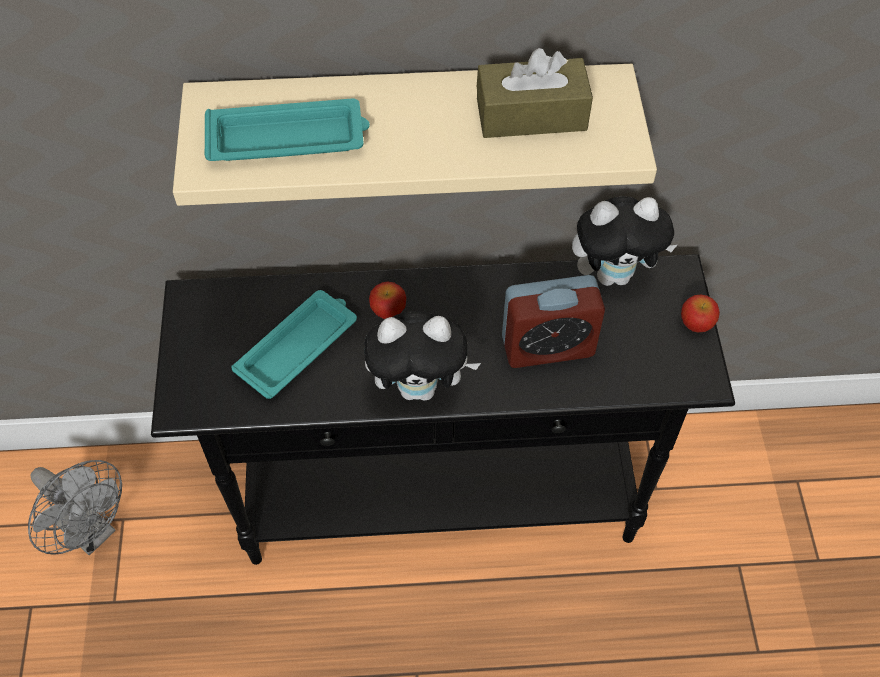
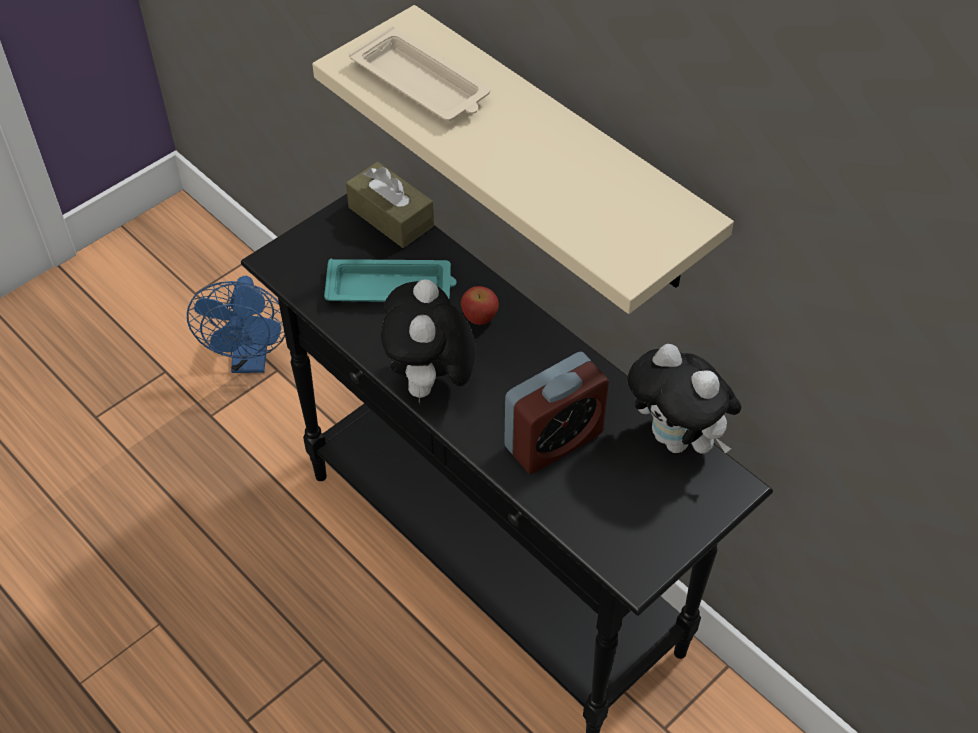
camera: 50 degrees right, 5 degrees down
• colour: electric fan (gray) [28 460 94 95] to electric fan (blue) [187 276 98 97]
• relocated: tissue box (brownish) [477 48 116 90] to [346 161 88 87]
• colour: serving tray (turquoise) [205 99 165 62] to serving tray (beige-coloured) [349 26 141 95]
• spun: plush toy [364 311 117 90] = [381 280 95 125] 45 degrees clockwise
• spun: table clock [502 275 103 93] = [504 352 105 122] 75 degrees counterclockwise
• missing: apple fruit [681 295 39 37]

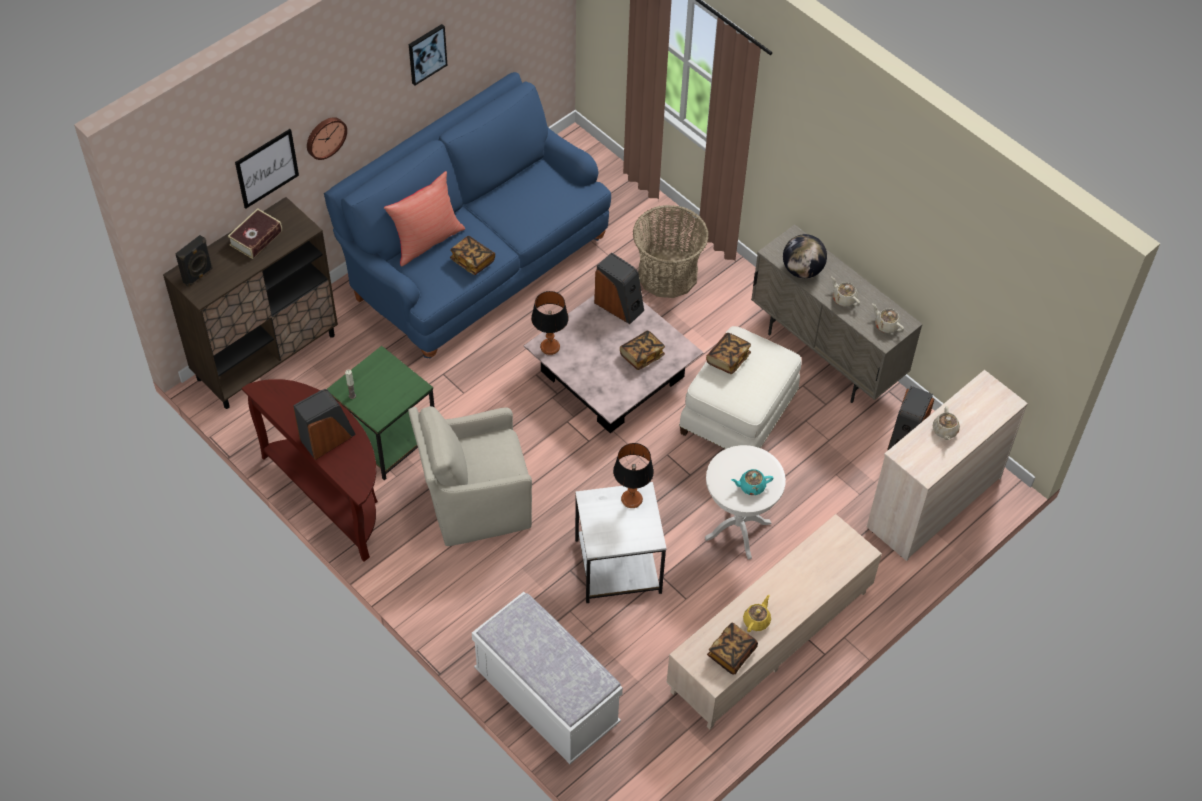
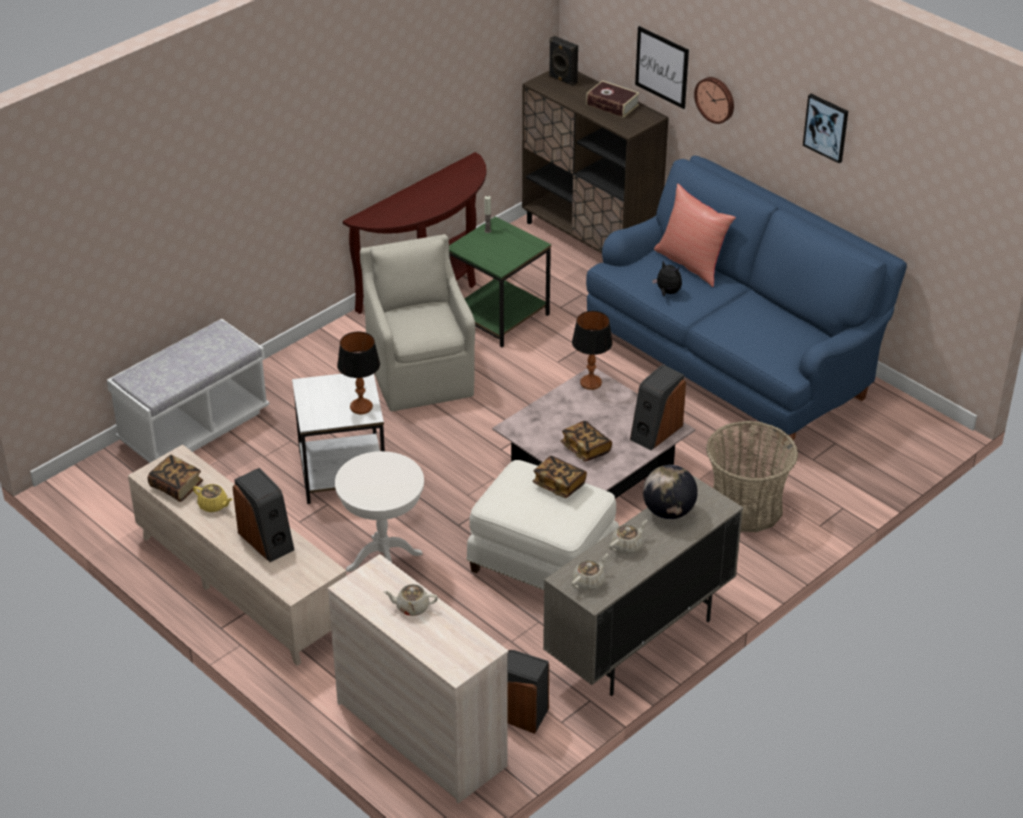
camera: 90 degrees right, 15 degrees down
• relocated: speaker [293 389 63 71] to [232 468 62 94]
• exchanged: volume [450 236 45 39] to plush toy [652 261 30 35]
• missing: teapot (turquoise) [731 469 42 26]

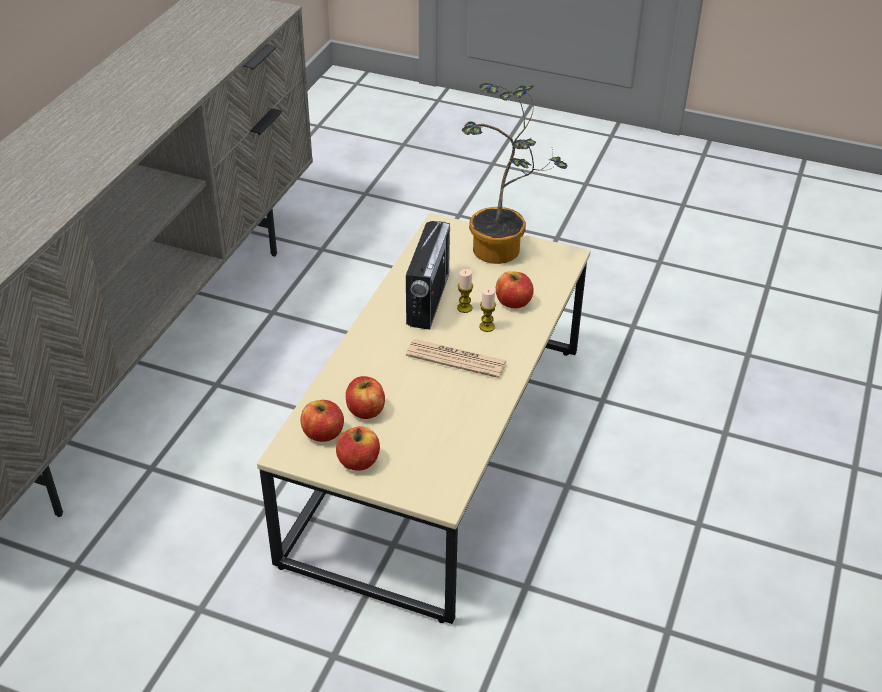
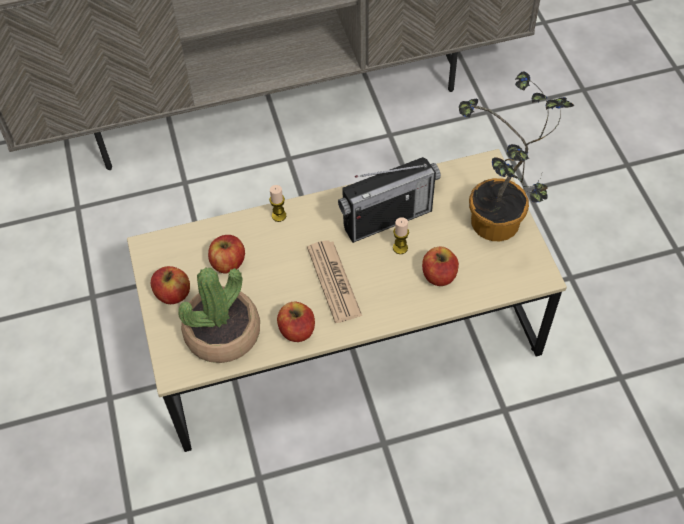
camera: 55 degrees right, 15 degrees up
• appeared: potted plant [178 267 82 96]
• relocated: wax candle [479 288 17 44] to [269 185 17 37]
• relocated: apple fruit [300 400 44 42] to [277 302 38 40]

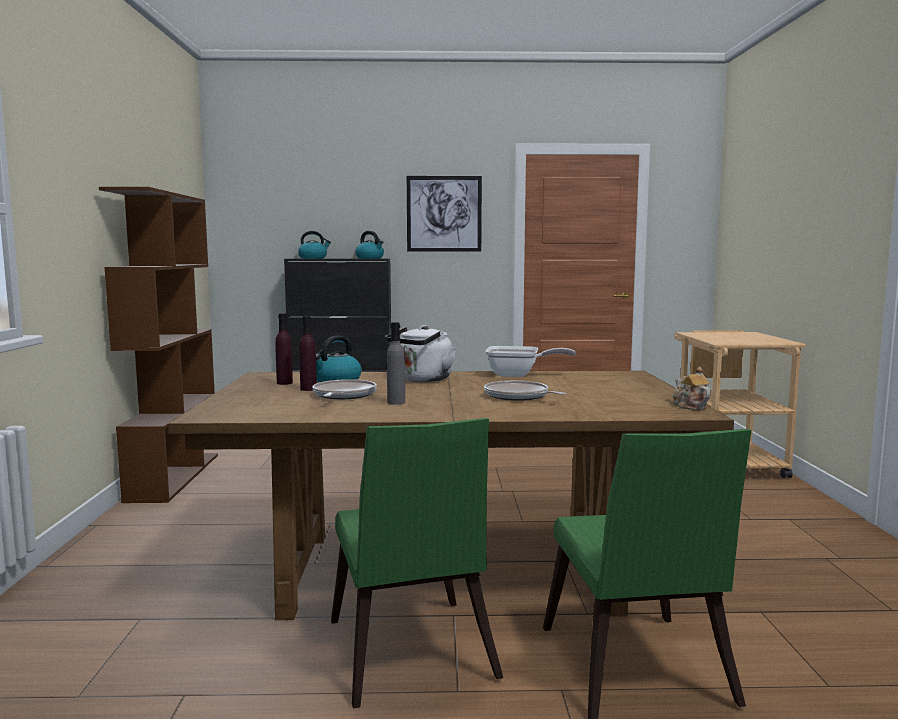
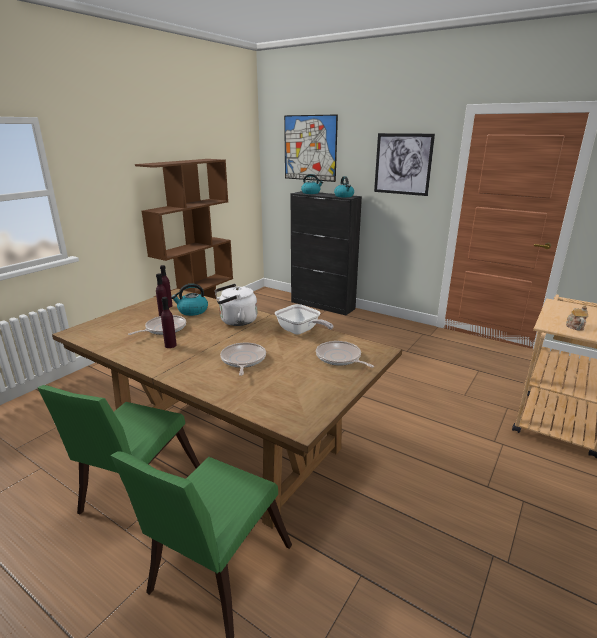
camera: 35 degrees right, 15 degrees up
• colour: beverage bottle (gray) [387 322 18 83] to beverage bottle (purplish) [161 297 16 51]
• appeared: wall art [284 115 54 67]
• appeared: frying pan [316 341 58 27]
• relocated: teapot [673 367 38 43] to [566 305 22 26]

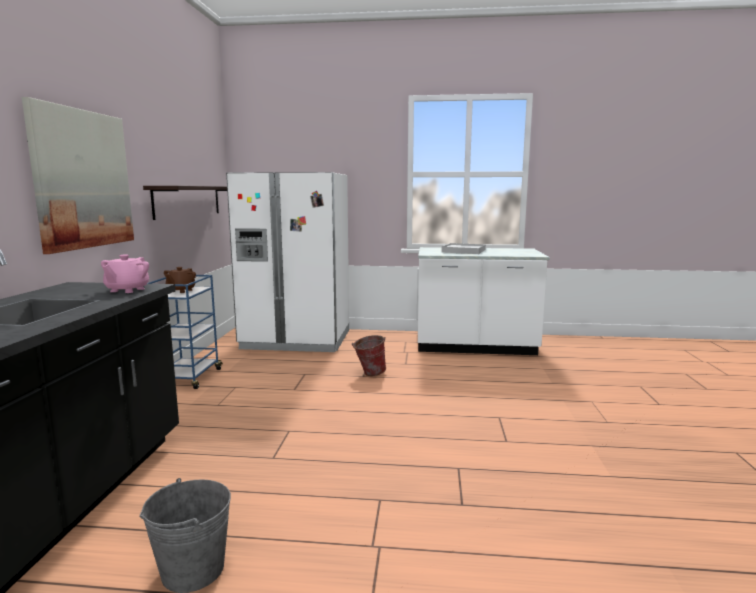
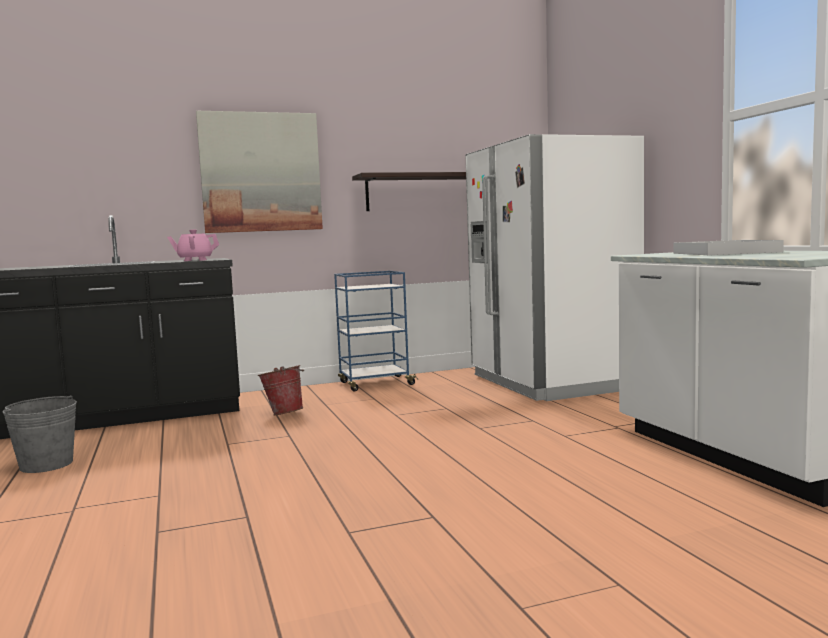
camera: 65 degrees right, 5 degrees down
• relocated: pail [352 335 34 41] to [258 365 46 50]
• missing: teapot (brownish) [164 267 32 26]

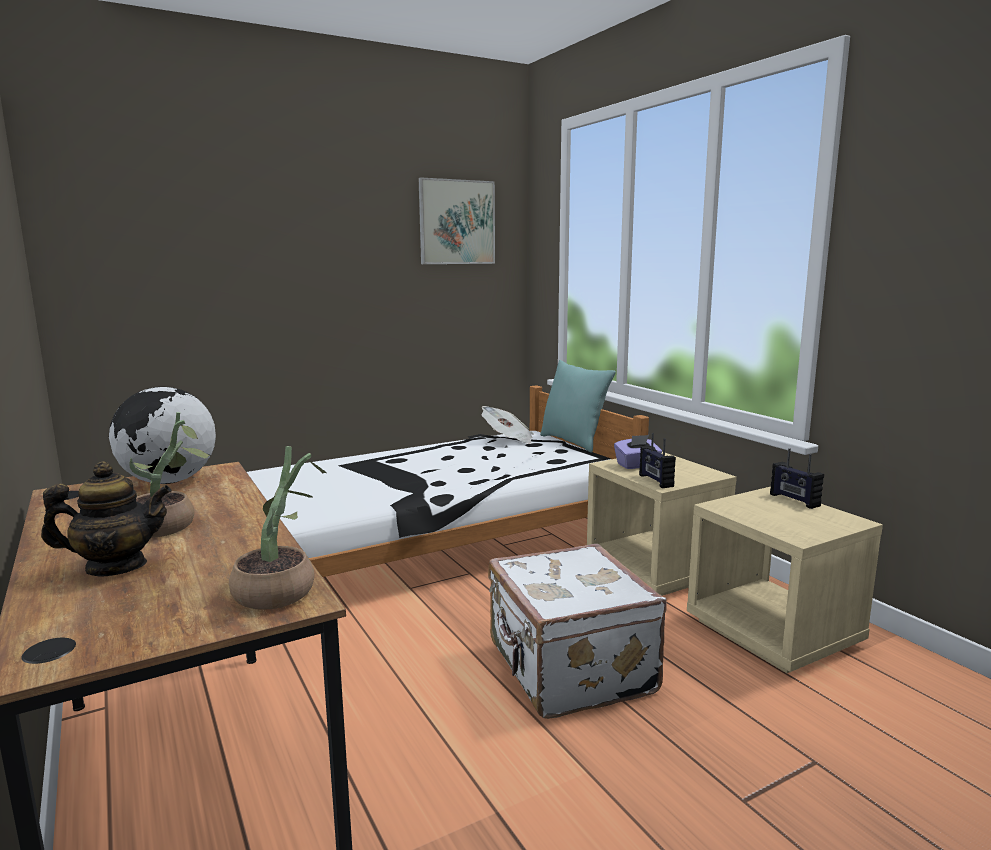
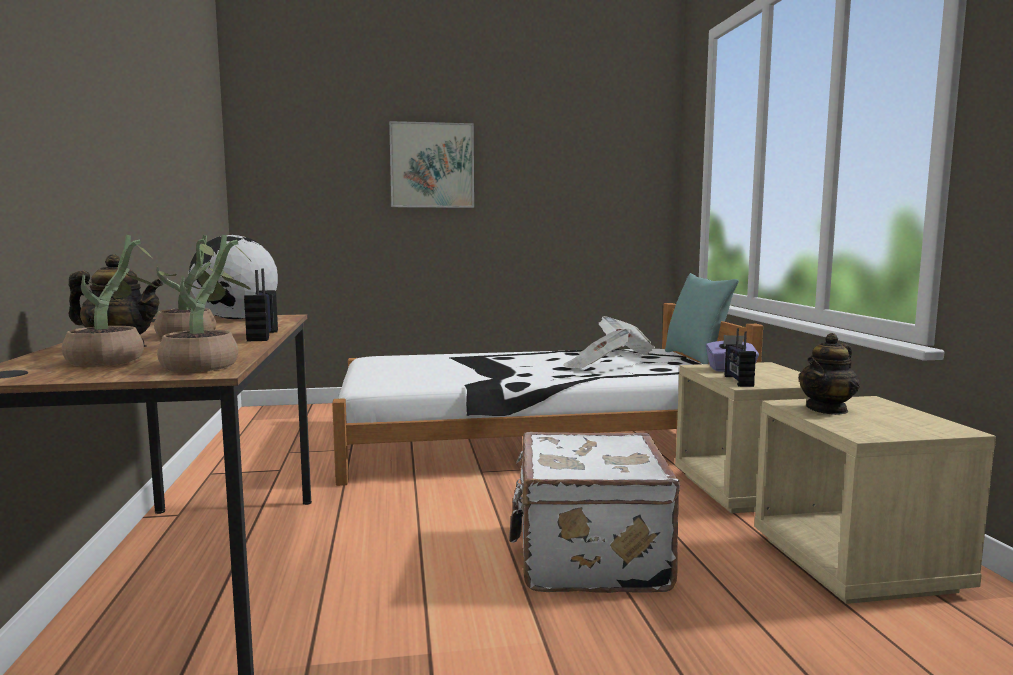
camera: 20 degrees right, 5 degrees down
• appeared: potted plant [62 235 95 132]
• relocated: radio [770 448 54 61] to [244 269 34 72]
• relocated: wall art [419 177 76 87] to [389 121 85 87]
• appeared: daily paper [563 329 69 39]
• appeared: teapot [799 333 61 82]

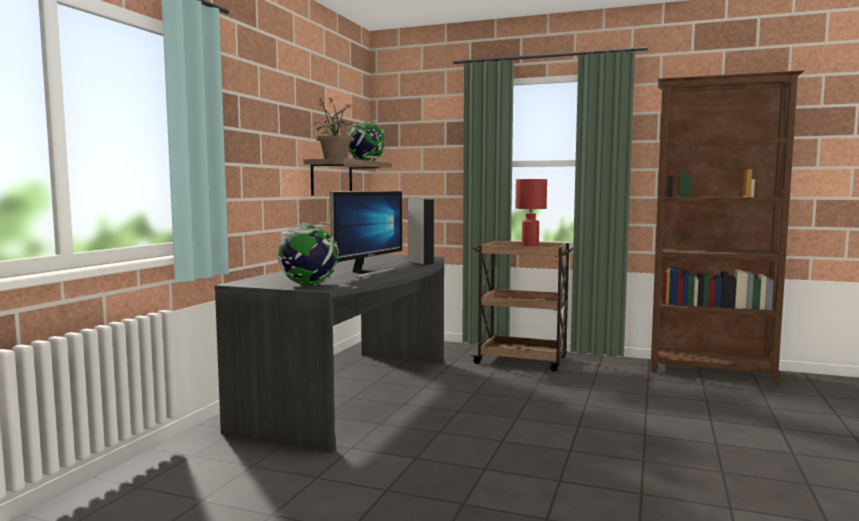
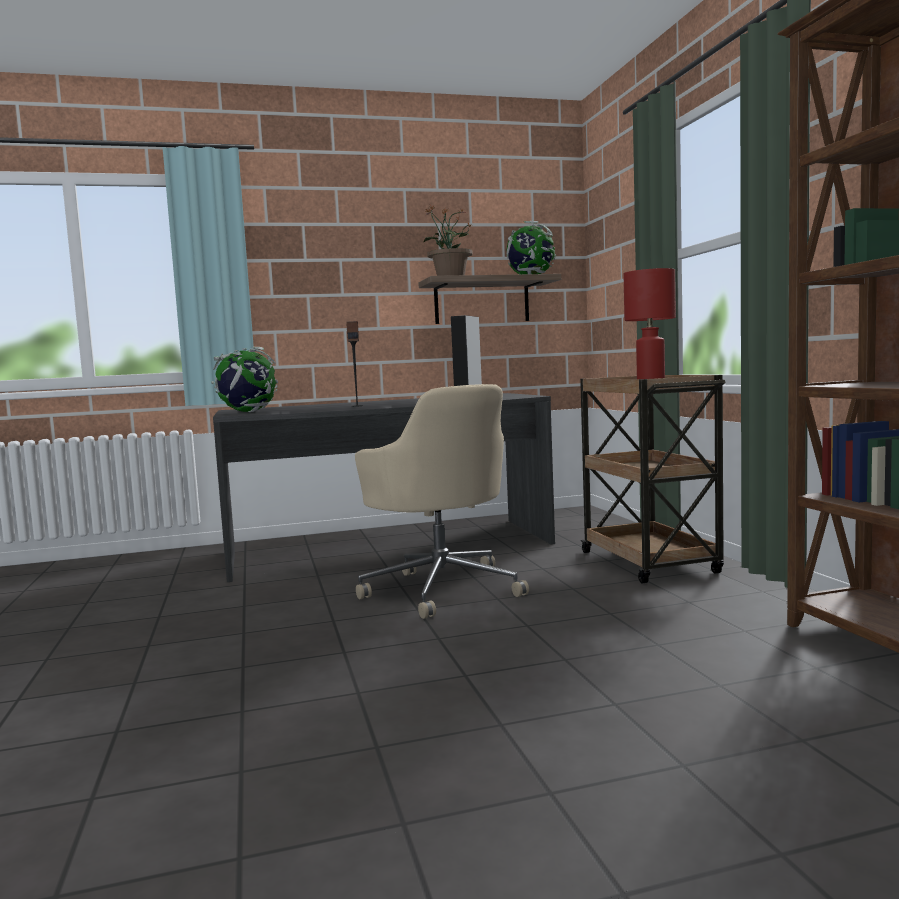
camera: 55 degrees right, 0 degrees up
• exchanged: computer screen [330 191 72 87] to speaker [346 321 17 86]
• appeared: desk chair (beige-coloured) [355 384 174 235]

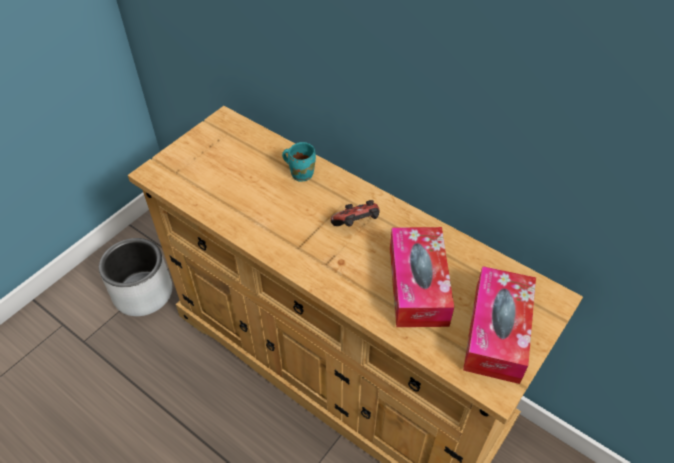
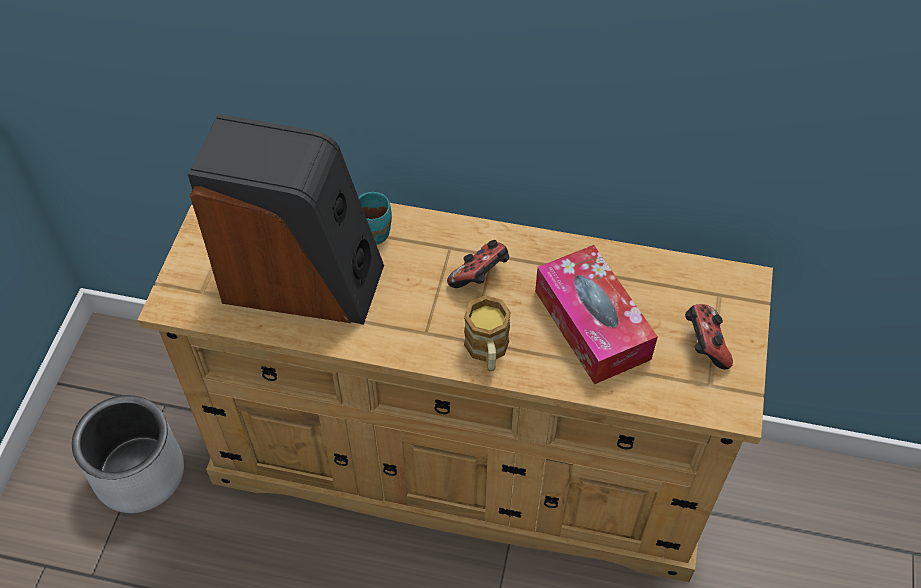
camera: 25 degrees left, 5 degrees up
• appeared: speaker [188 114 196 211]
• appeared: coffee mug [464 295 47 76]
• exchanged: tissue box [463 266 73 118] to gamepad [685 304 48 65]

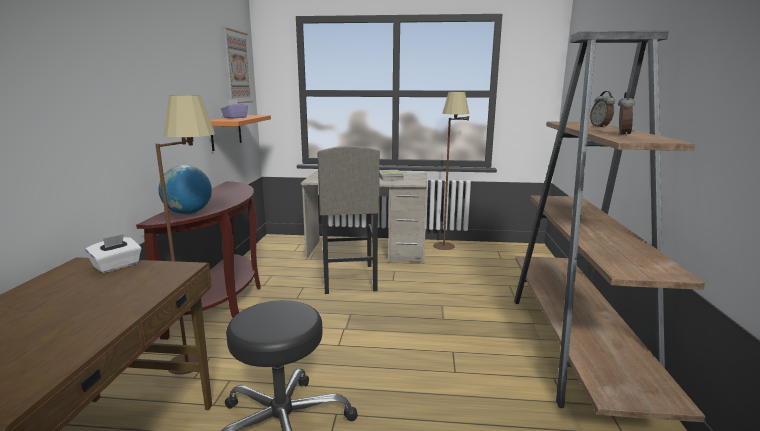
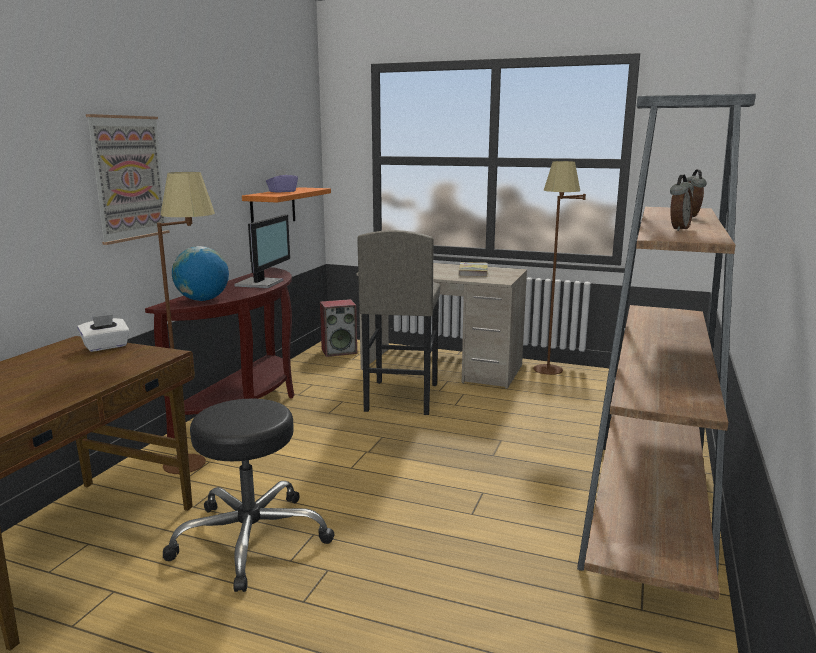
camera: 15 degrees right, 0 degrees up
• relocated: wall art [223 27 30 77] to [86 114 84 131]
• appeared: computer screen [234 215 56 73]
• appeared: speaker [320 299 37 58]

